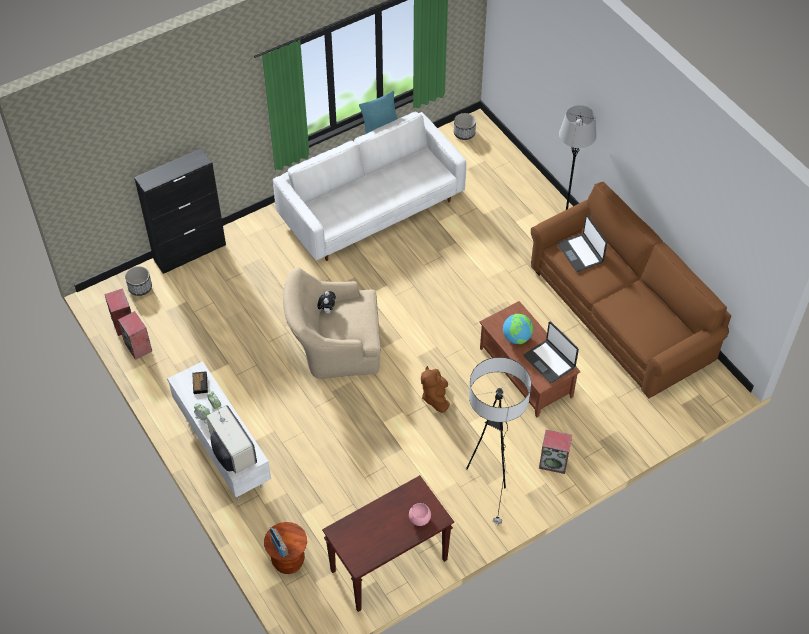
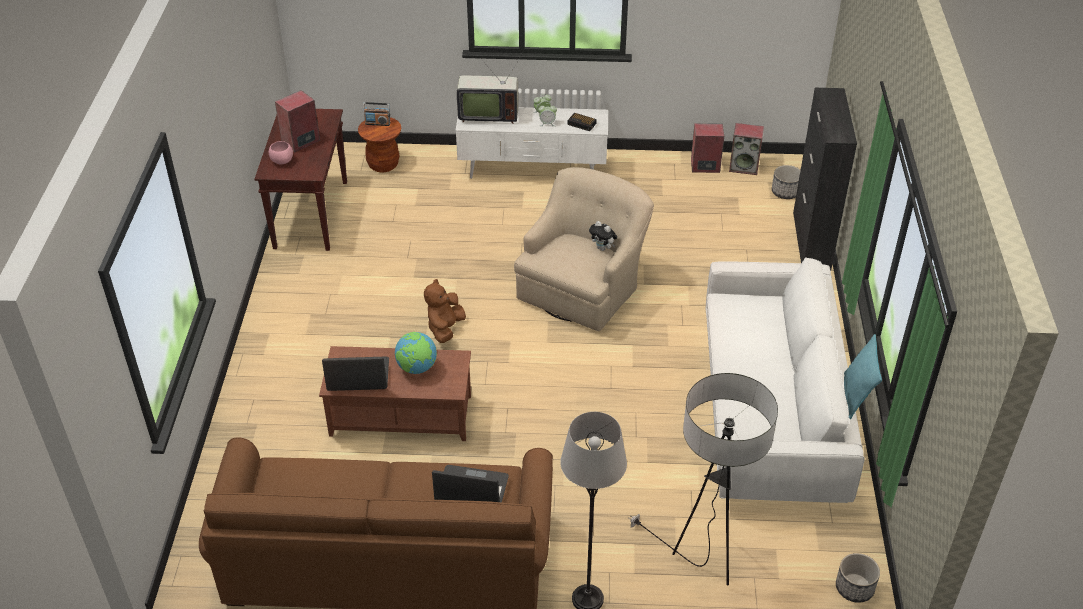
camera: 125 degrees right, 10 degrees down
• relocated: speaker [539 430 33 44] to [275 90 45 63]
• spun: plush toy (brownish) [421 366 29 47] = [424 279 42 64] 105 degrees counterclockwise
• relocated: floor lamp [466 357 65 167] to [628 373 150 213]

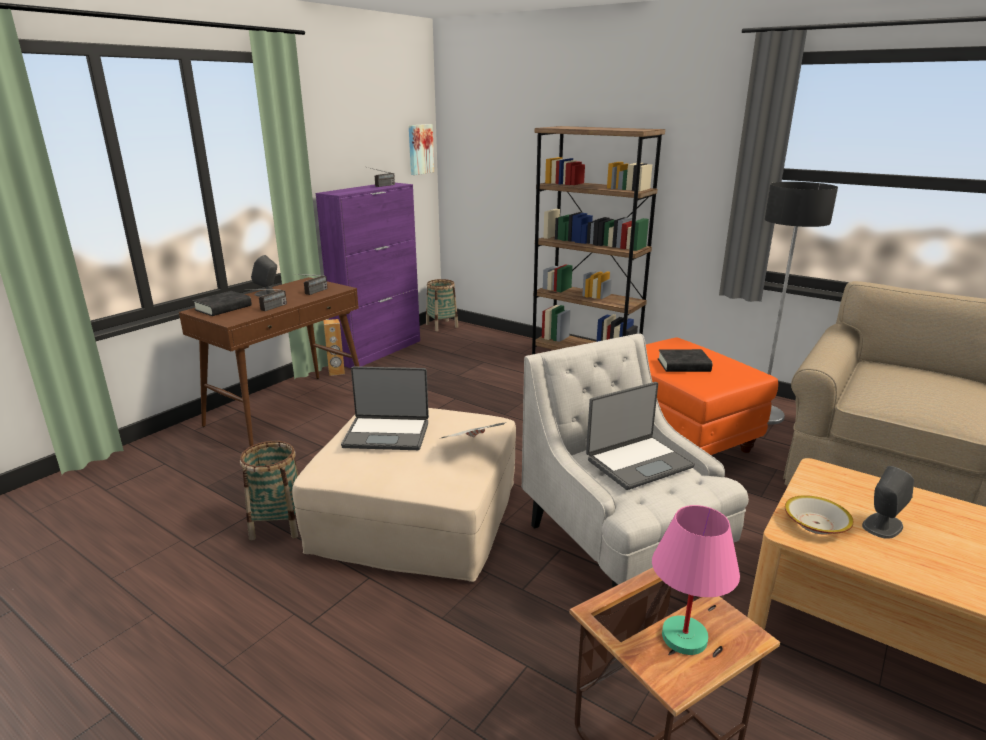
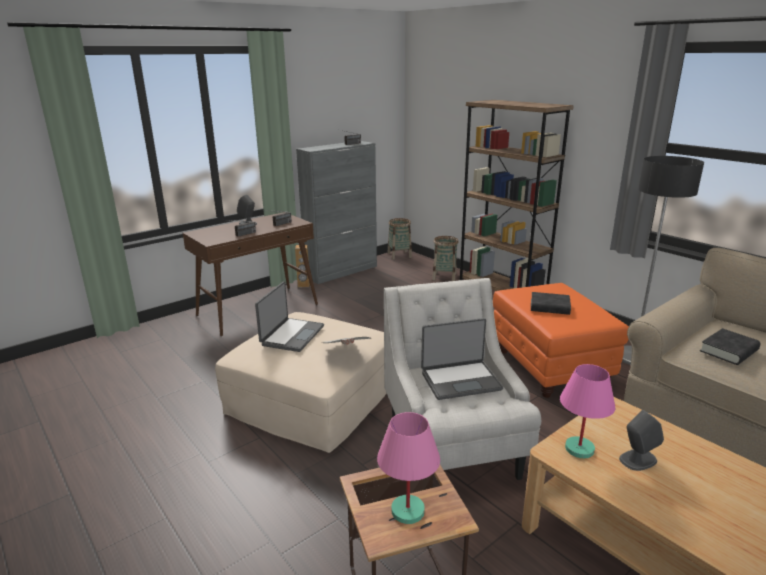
camera: 15 degrees right, 0 degrees up
• spun: laptop [341 366 88 84] = [255 282 69 70] 90 degrees counterclockwise
• colour: cupboard (purplish) [316 183 104 185] to cupboard (gray) [296 141 81 143]
• relocated: basket [240 441 58 99] to [432 236 26 45]
• exchanged: serving bowl [785 495 69 40] to table lamp (pink-coloured) [560 364 56 94]
• relocated: volume (black) [193 291 59 25] to [700 328 61 37]
• missing: wall art [409 124 25 51]

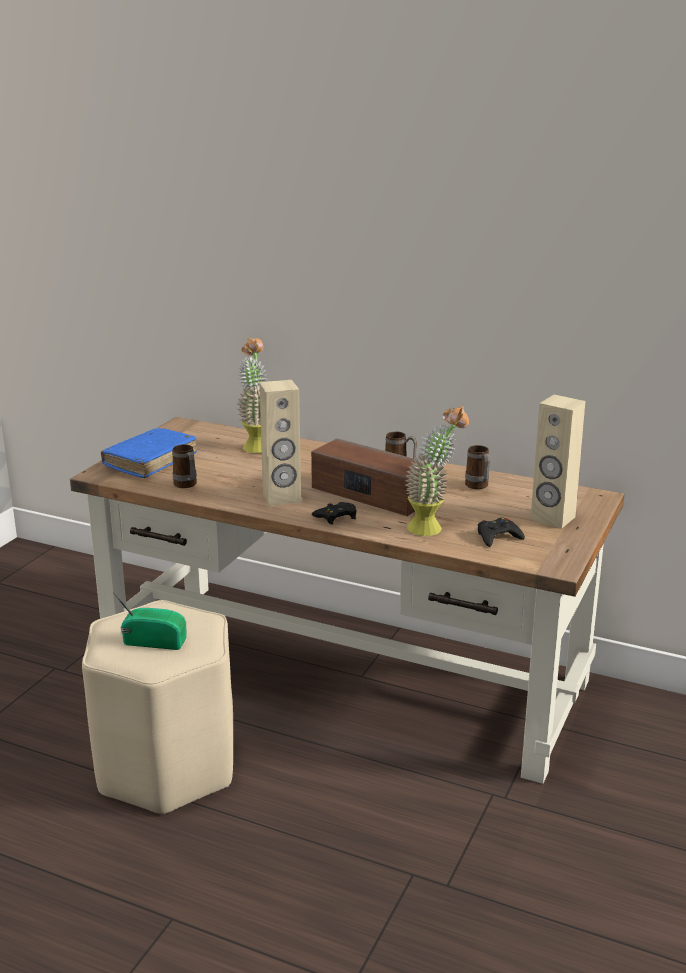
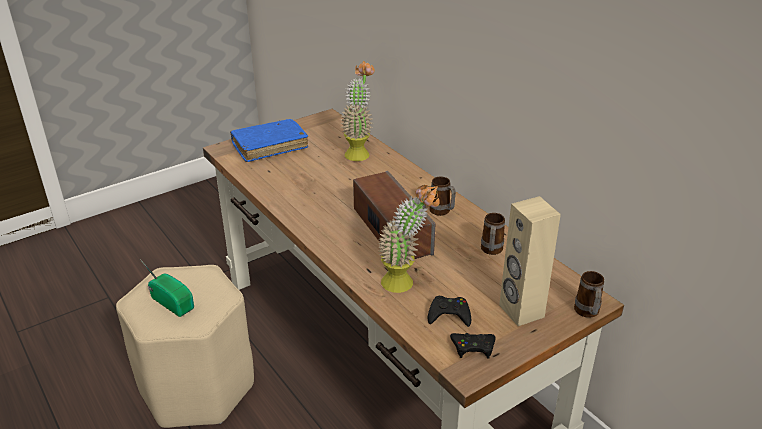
camera: 30 degrees right, 10 degrees up
• relocated: gamepad (black) [312 502 44 23] to [450 333 46 25]
• relocated: coffee mug [172 444 25 44] to [574 271 30 47]
• missing: speaker (beige-coloured) [259 380 42 126]

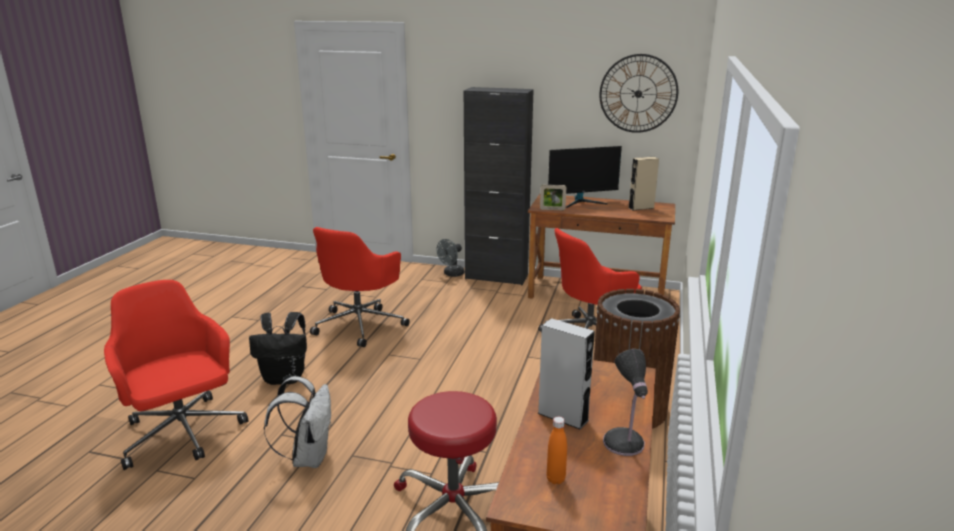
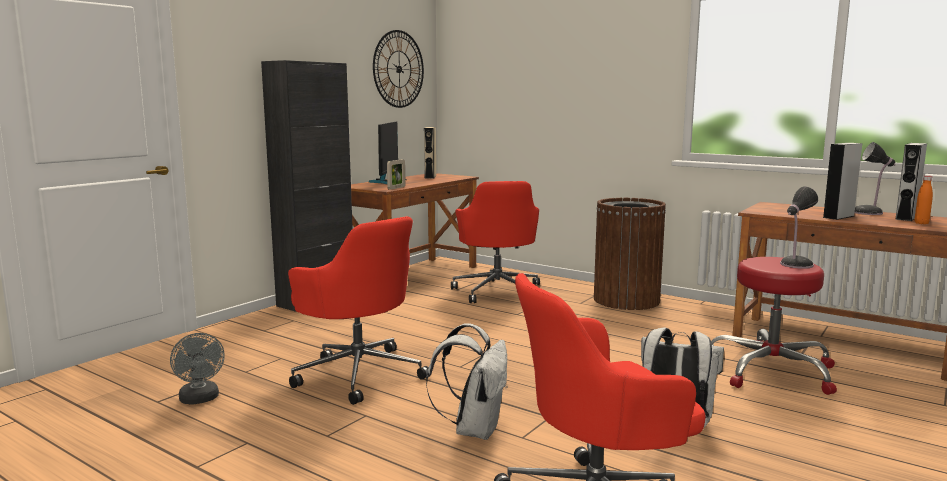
camera: 70 degrees left, 10 degrees down
• relocated: electric fan (gray) [436 239 28 38] to [170 333 55 71]
• colour: backpack (black) [249 312 58 73] to backpack (white-coloured) [426 323 82 117]
• appeared: table lamp [780 186 38 83]
• appeared: speaker (gray) [895 143 32 78]

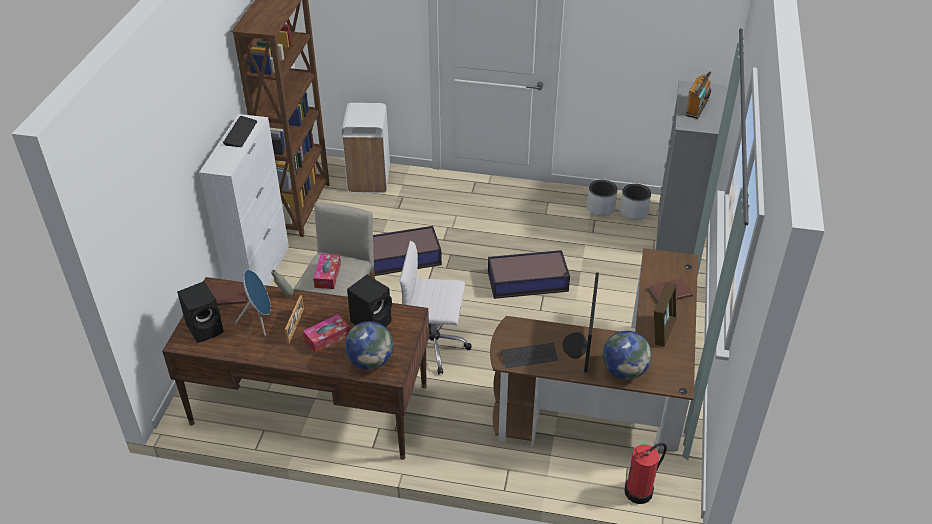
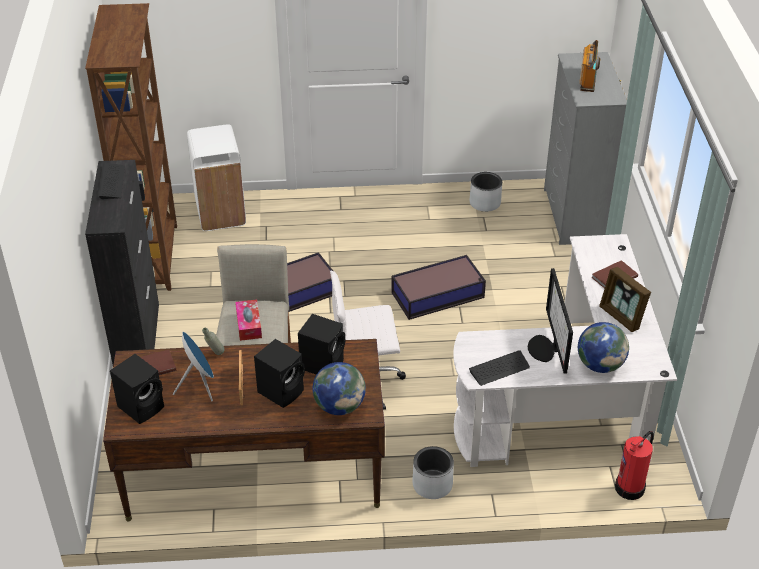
camera: 15 degrees left, 0 degrees up
• colour: cupboard (white-coloured) [199 114 90 172] to cupboard (black) [85 160 74 205]
• exchanged: tissue box [303 314 47 39] to speaker (black) [254 339 51 69]
• relocated: planter (gray) [620 184 31 36] to [412 446 42 53]
• colour: desk table (brownish) [490 248 208 203] to desk table (white-coloured) [453 234 224 233]
• spun: picture frame [654 283 23 64] = [599 267 52 65] 135 degrees clockwise

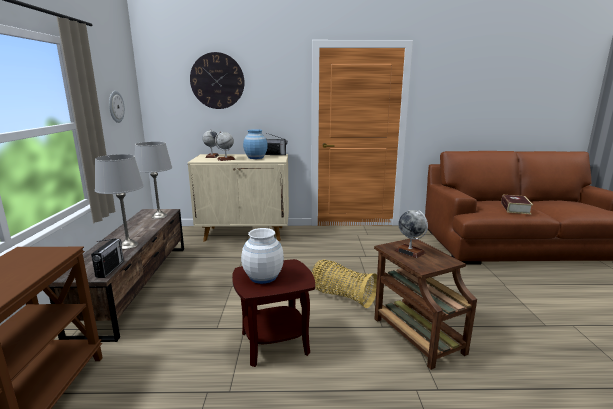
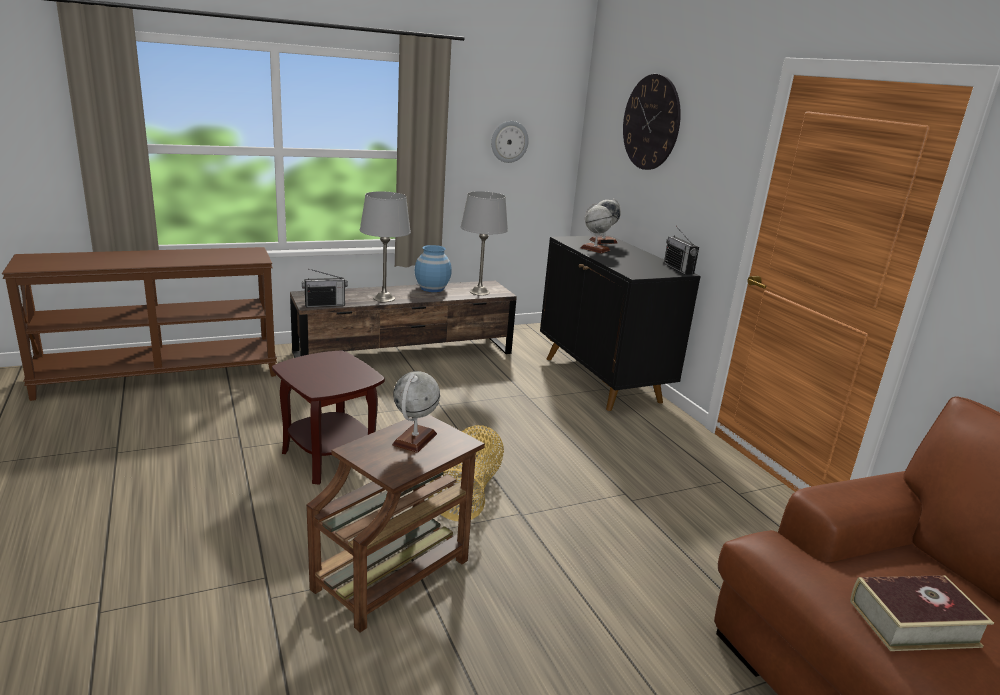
camera: 65 degrees right, 5 degrees up
• relocated: flower vase (blue) [243 129 25 30] to [415 245 37 47]
• colour: cupboard (beige-coloured) [188 154 101 87] to cupboard (black) [540 235 161 176]
• missing: flower vase (white-coloured) [241 228 43 56]

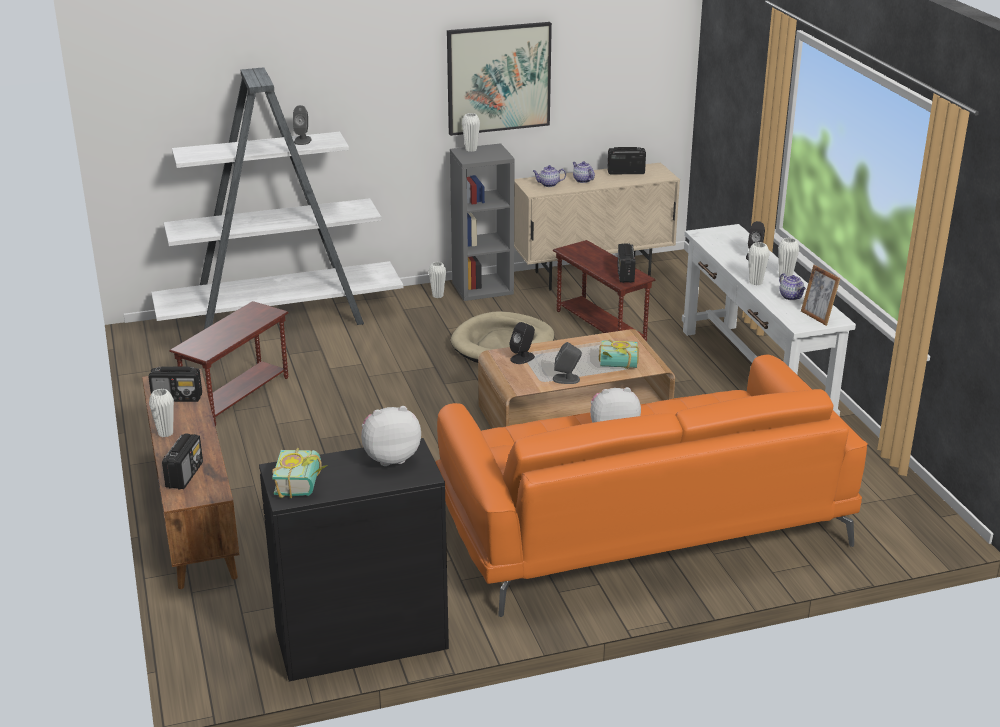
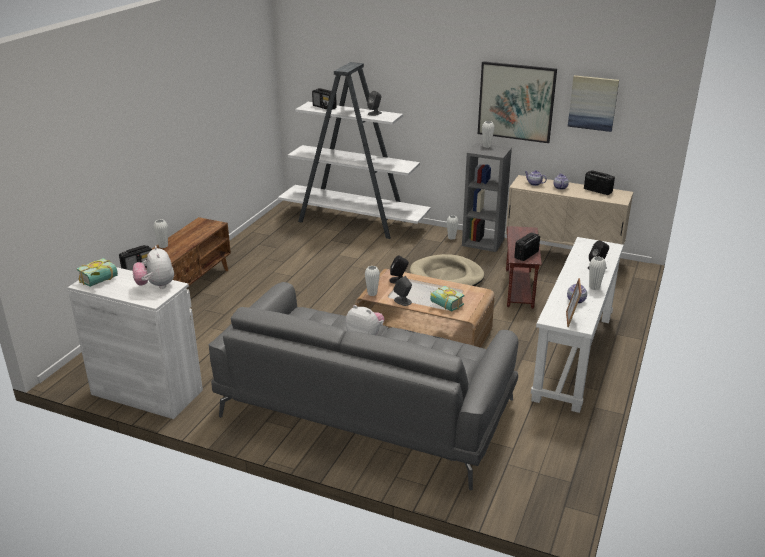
camera: 40 degrees right, 0 degrees up
• colour: cupboard (black) [259 438 190 243] to cupboard (white-coloured) [68 267 135 152]
• spun: plush toy [361 406 60 60] = [132 246 42 43] 135 degrees counterclockwise
• colour: couch (orange-coloured) [435 355 433 262] to couch (gray) [208 282 310 208]
• relocated: radio [149 366 53 36] to [312 88 25 21]
• relocated: flower vase (white-coloured) [748 242 21 43] to [365 266 15 30]
• appeared: wall art [568 75 51 57]
• missing: accent table (brownish) [169 301 120 126]

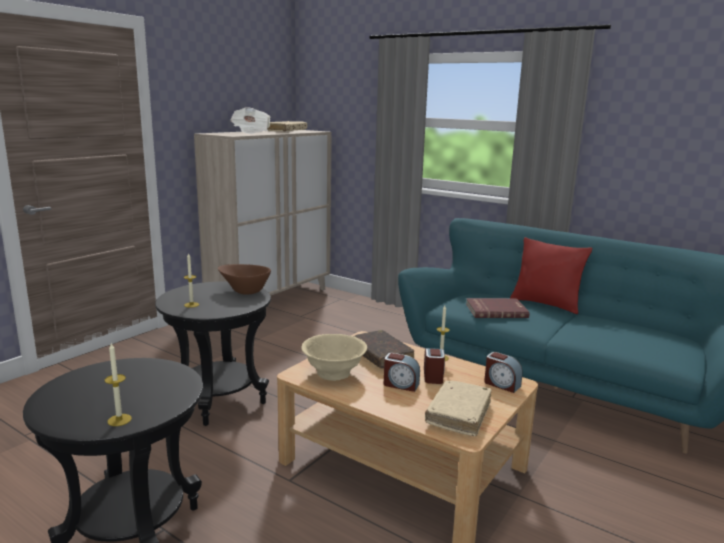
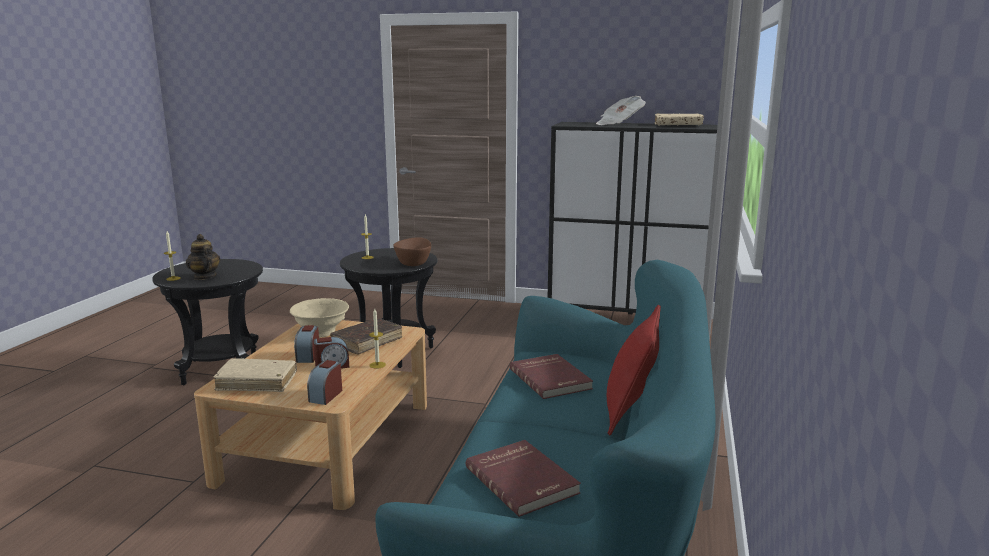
camera: 70 degrees right, 0 degrees up
• appeared: teapot [186 234 34 46]
• appeared: volume (red-coloured) [466 440 115 77]
• colour: cupboard (beige-coloured) [194 130 138 166] to cupboard (black) [548 122 170 192]

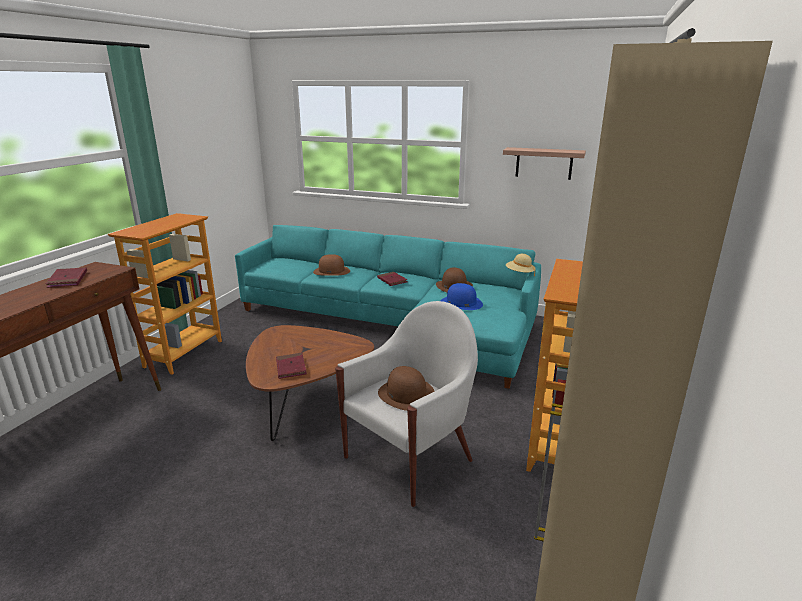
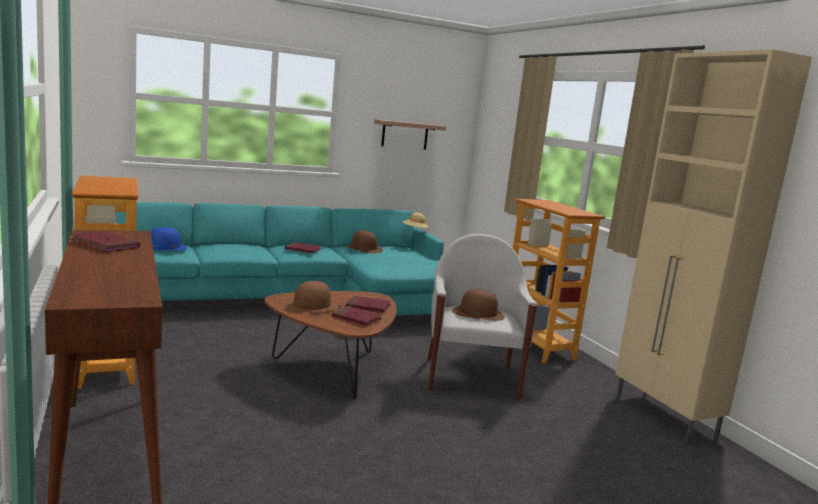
camera: 45 degrees left, 10 degrees down
• relocated: wearable hat (blue) [441 283 42 27] to [150 227 38 24]
• relocated: wearable hat (brownish) [313 254 37 22] to [285 281 54 32]
• appeared: volume (red-coloured) [346 296 45 16]

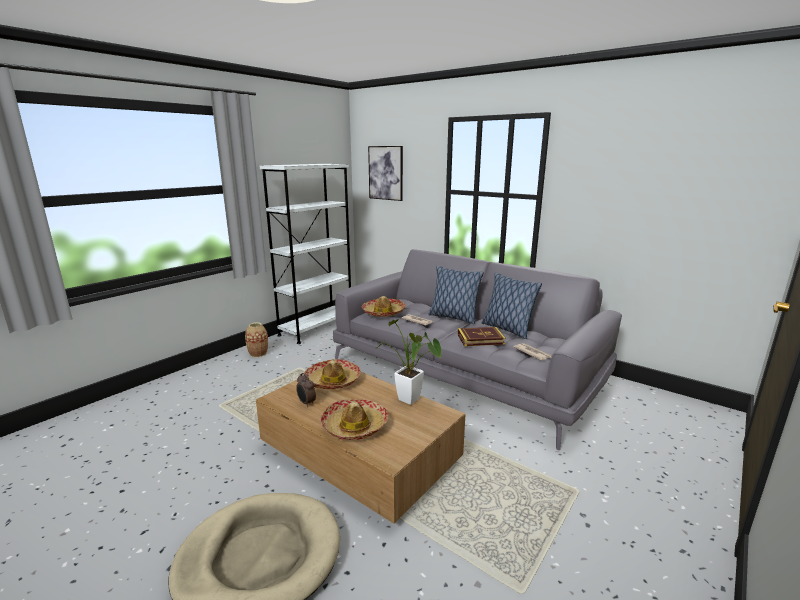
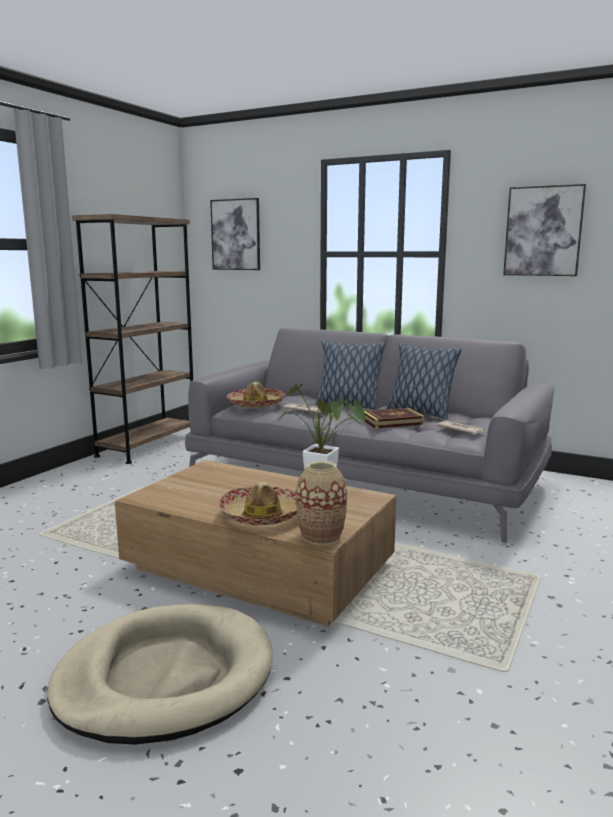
camera: 10 degrees left, 5 degrees down
• colour: shelving unit (white-coloured) [260 164 91 180] to shelving unit (brownish) [72 214 121 250]
• relocated: flower vase [245 322 23 35] to [296 461 51 84]
• appeared: wall art [503 184 83 92]
• missing: table clock [296 373 20 34]
• missing: wearable hat [305 359 56 30]

